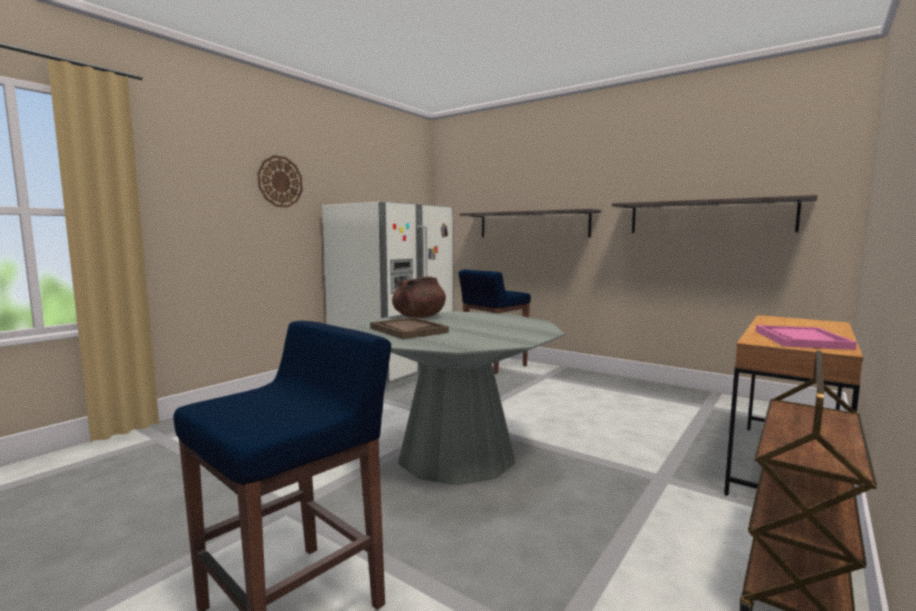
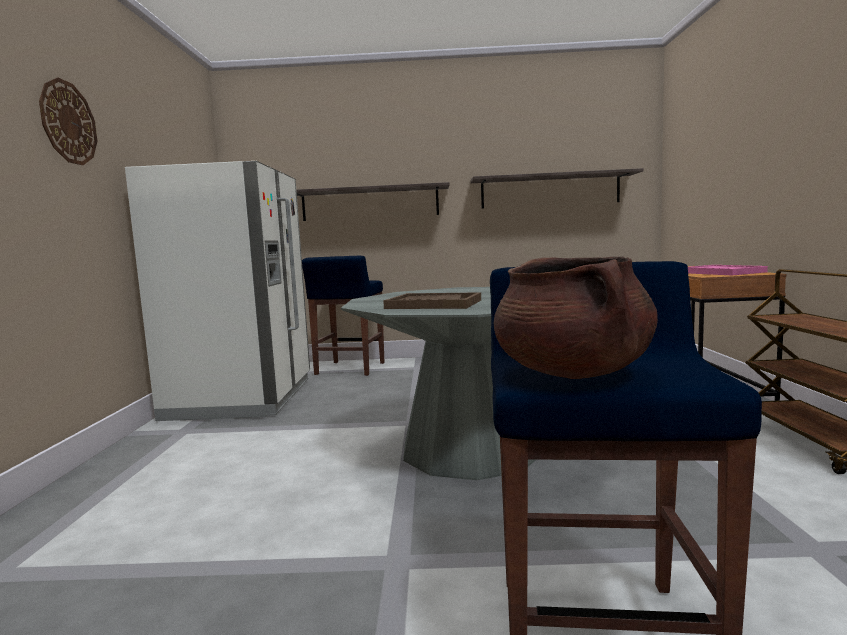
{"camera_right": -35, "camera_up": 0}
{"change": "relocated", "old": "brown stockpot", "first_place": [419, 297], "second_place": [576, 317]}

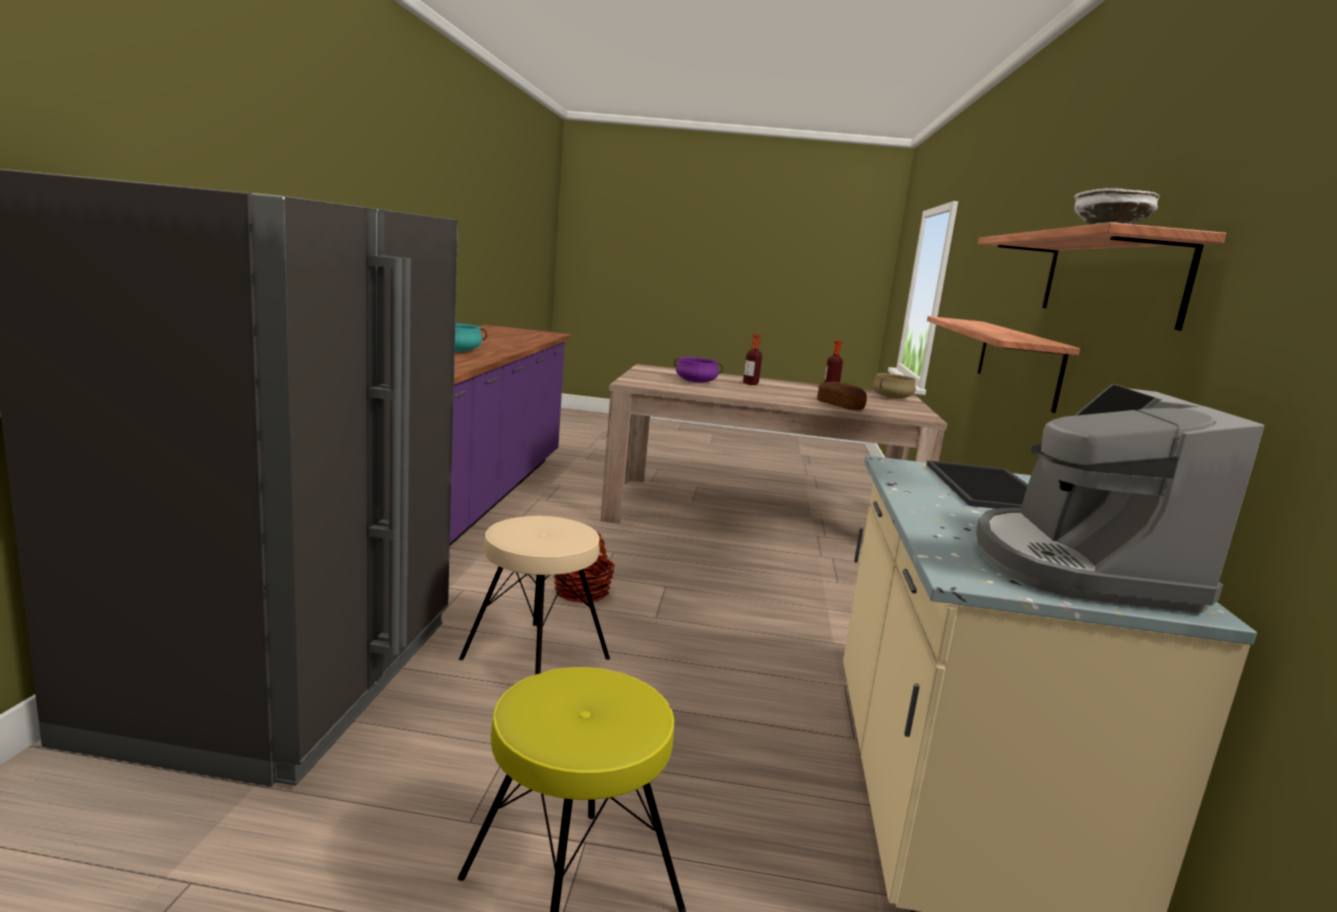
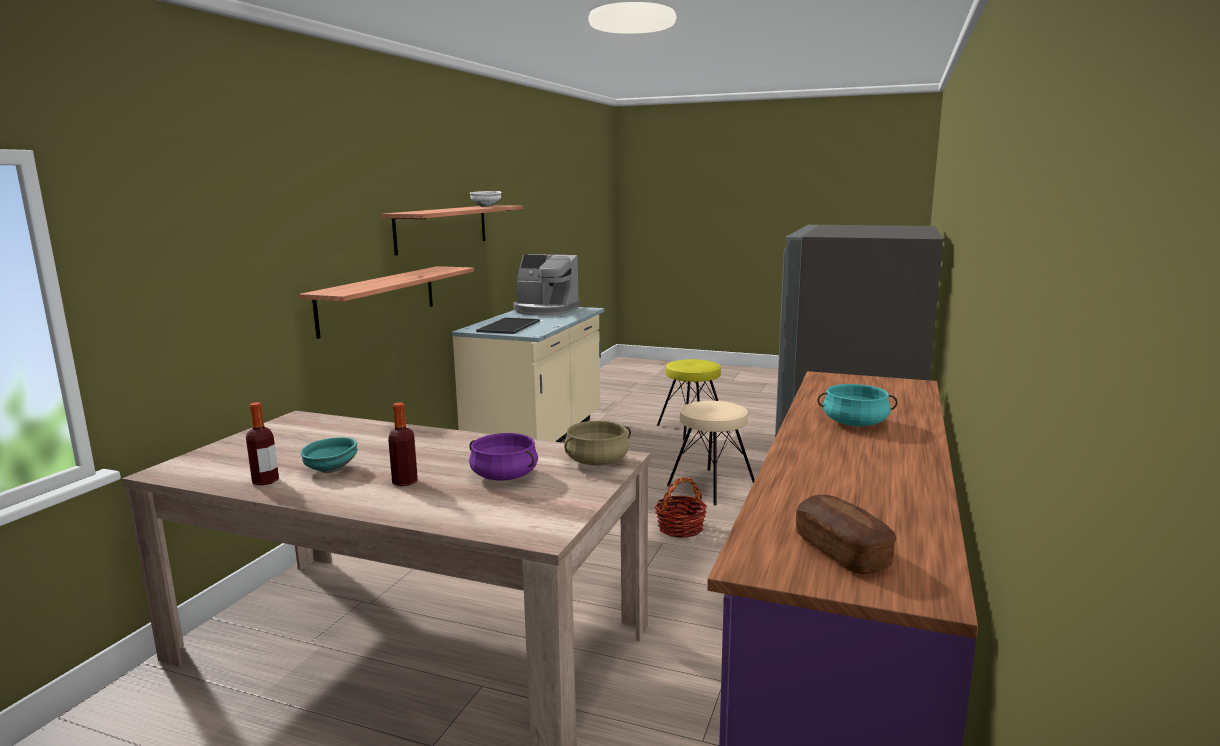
{"camera_right": -165, "camera_up": 0}
{"change": "appeared", "new": "turquoise serving bowl", "second_place": [328, 455]}
{"change": "relocated", "old": "bakery bread", "first_place": [842, 396], "second_place": [846, 534]}
{"change": "relocated", "old": "beige stockpot", "first_place": [894, 386], "second_place": [597, 443]}
{"change": "spun", "old": "coffee brewer", "first_place": [1120, 498], "second_place": [546, 285], "degrees": 90}

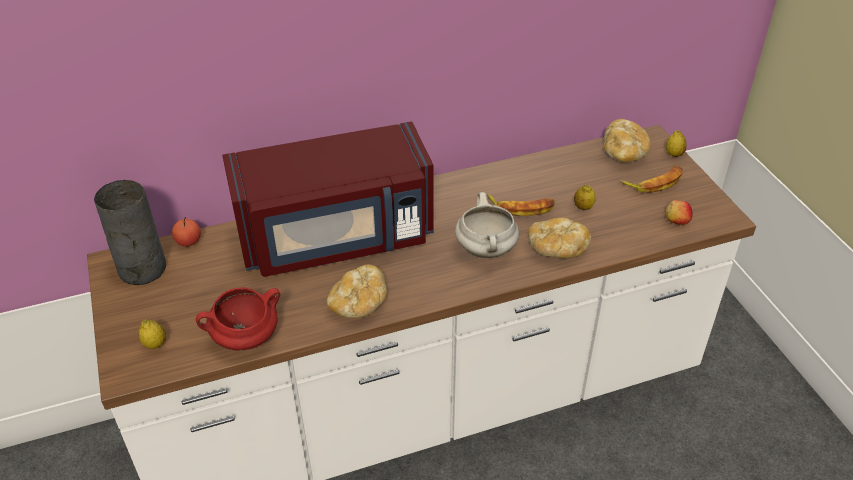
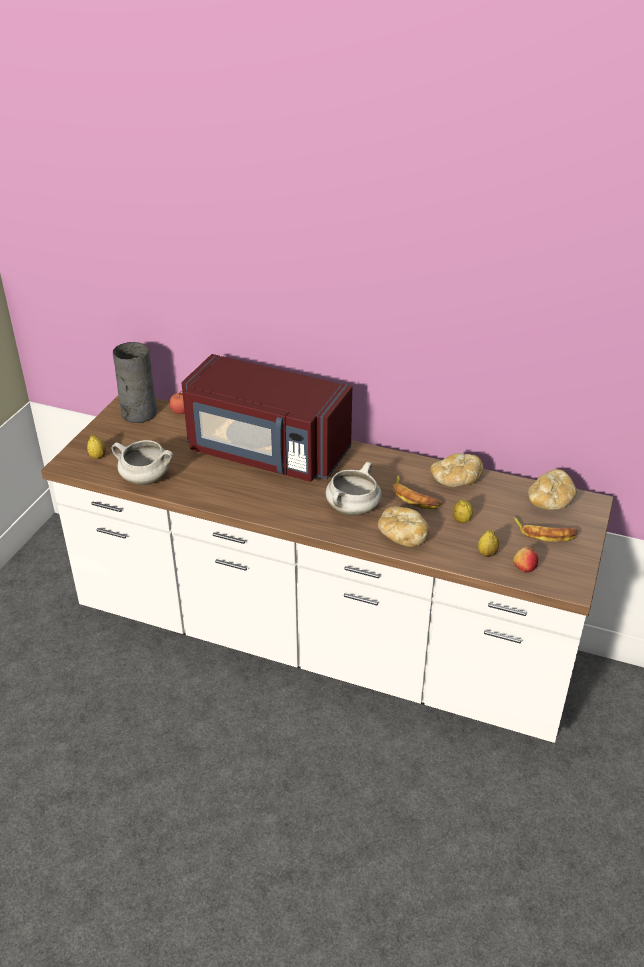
{"camera_right": 40, "camera_up": -5}
{"change": "relocated", "old": "bakery bread", "first_place": [357, 291], "second_place": [456, 470]}
{"change": "relocated", "old": "lemon", "first_place": [676, 143], "second_place": [488, 543]}
{"change": "colour", "old": "reddish stockpot", "new": "white-coloured stockpot", "first_place": [238, 318], "second_place": [142, 462]}

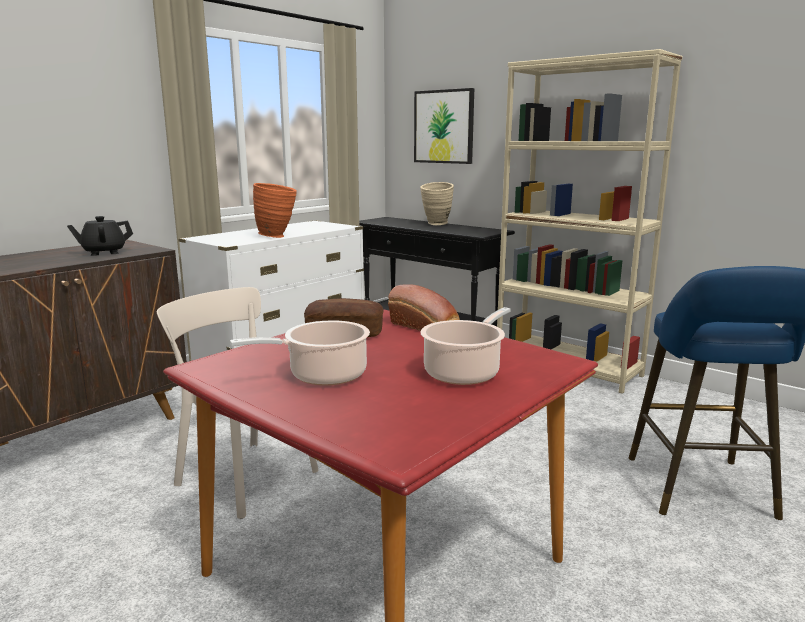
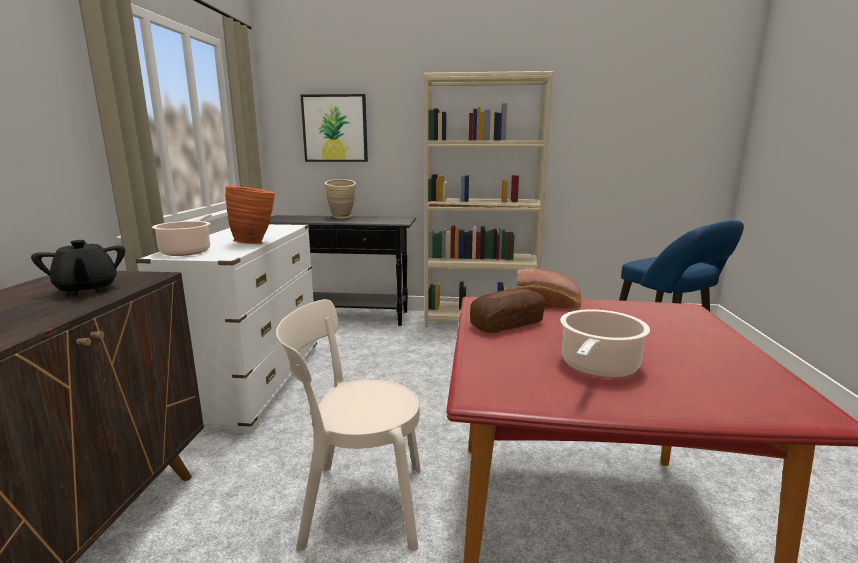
{"camera_right": -35, "camera_up": 0}
{"change": "relocated", "old": "stockpot", "first_place": [465, 346], "second_place": [182, 235]}
{"change": "spun", "old": "blackish pot for tea", "first_place": [100, 236], "second_place": [78, 268], "degrees": -60}

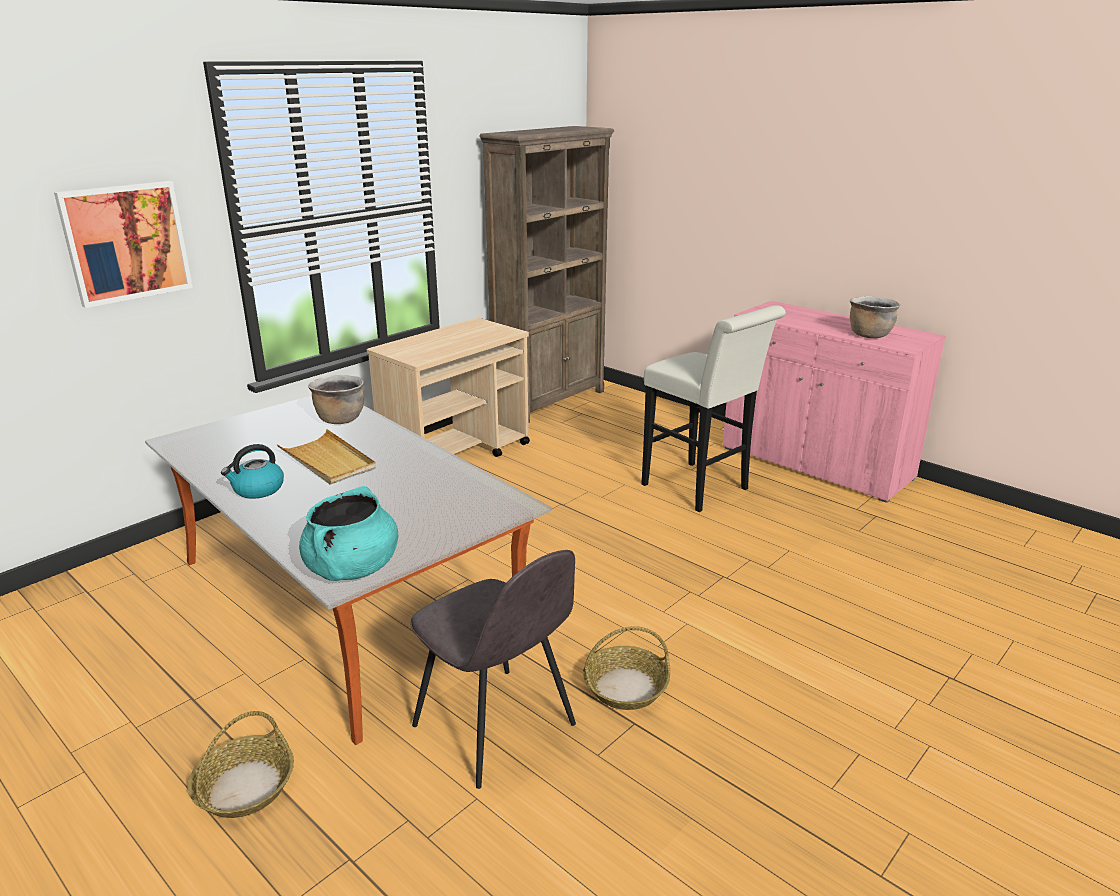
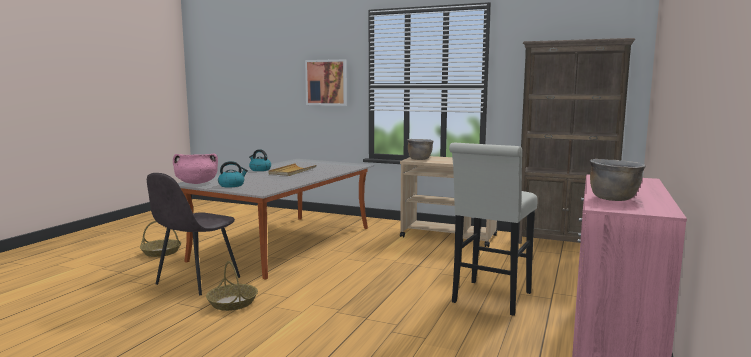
{"camera_right": 70, "camera_up": -15}
{"change": "appeared", "new": "kettle", "second_place": [233, 174]}
{"change": "relocated", "old": "brown stockpot", "first_place": [336, 399], "second_place": [420, 149]}
{"change": "colour", "old": "turquoise stockpot", "new": "pink-coloured stockpot", "first_place": [348, 533], "second_place": [195, 169]}

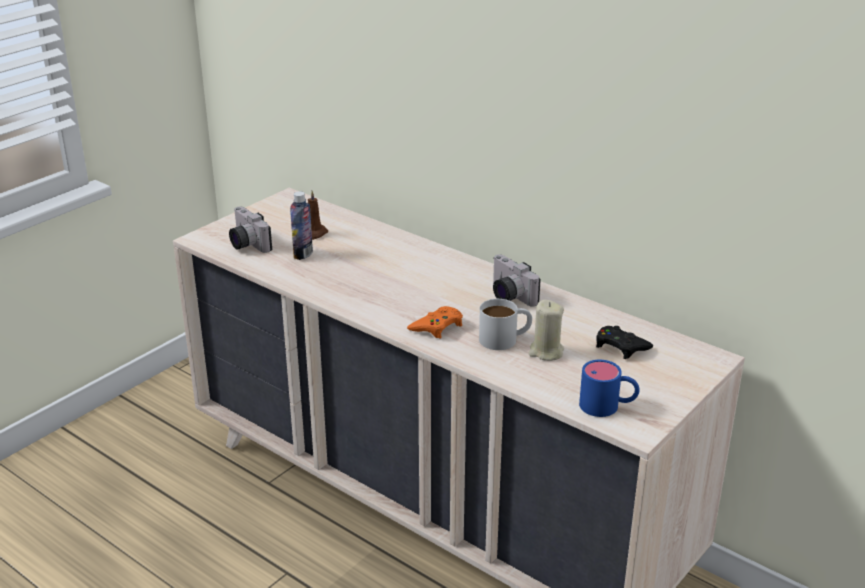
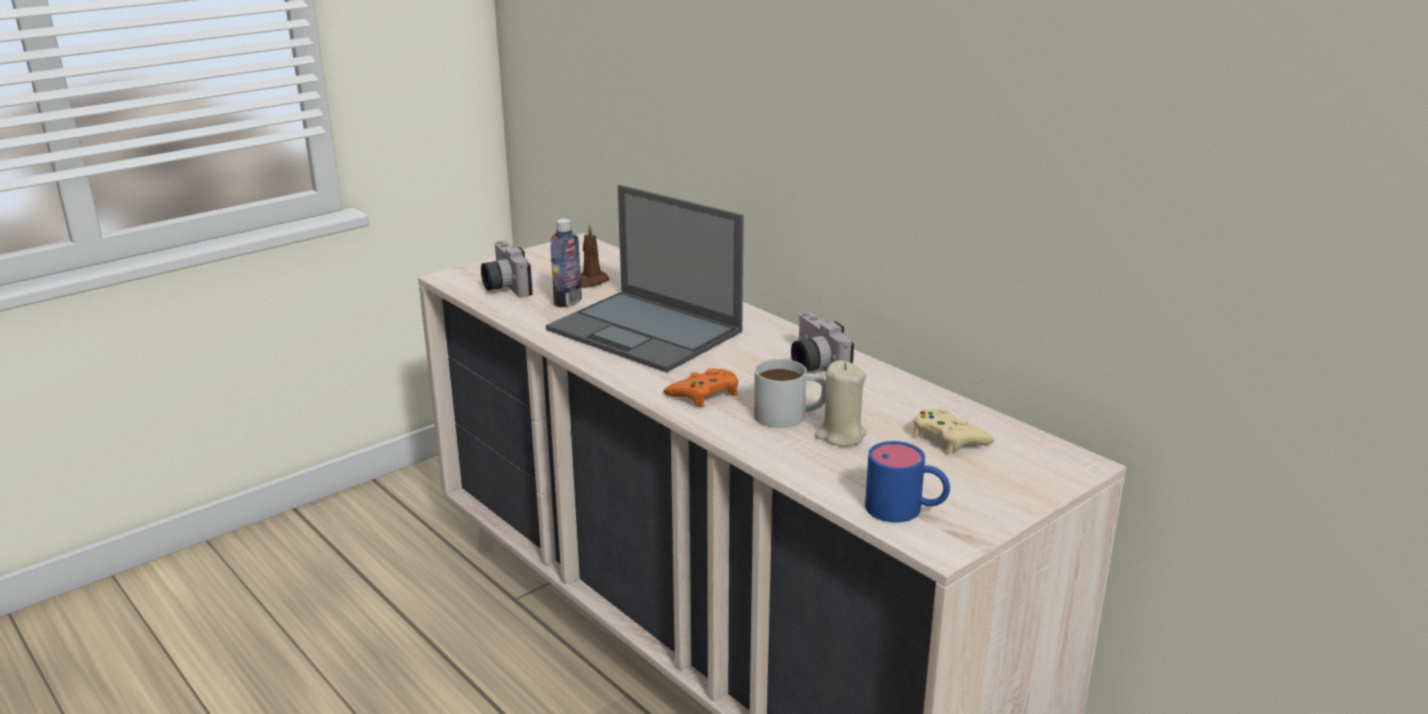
{"camera_right": 10, "camera_up": -5}
{"change": "appeared", "new": "portable computer", "second_place": [645, 278]}
{"change": "colour", "old": "blackish game controller", "new": "beige game controller", "first_place": [624, 342], "second_place": [953, 430]}

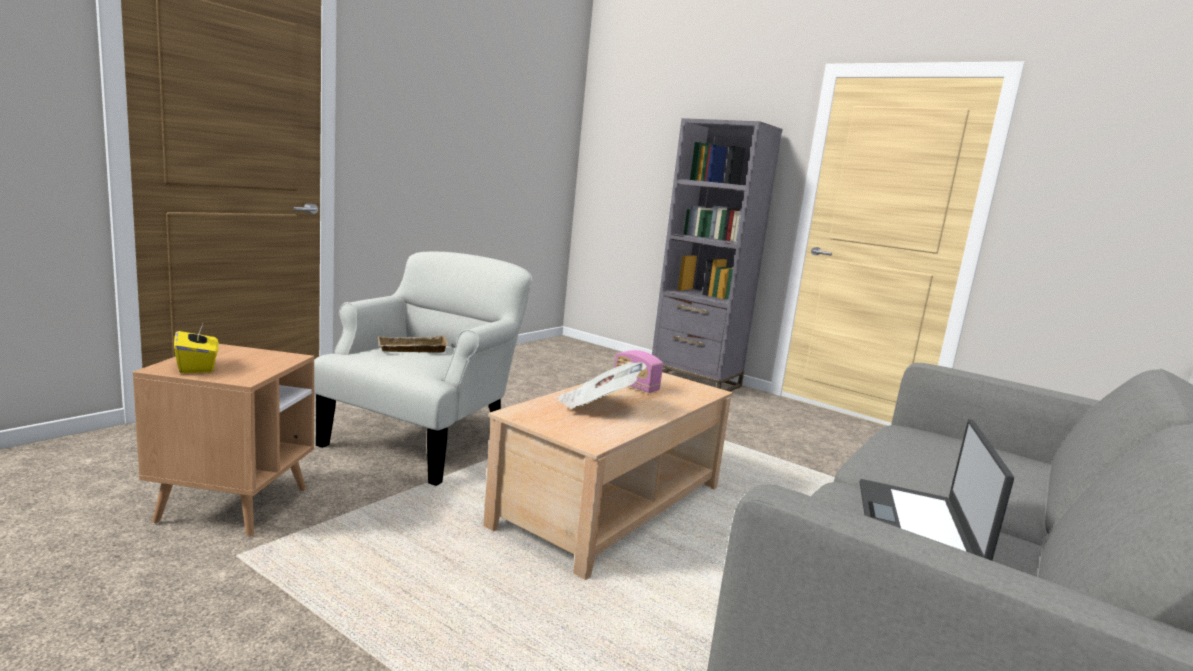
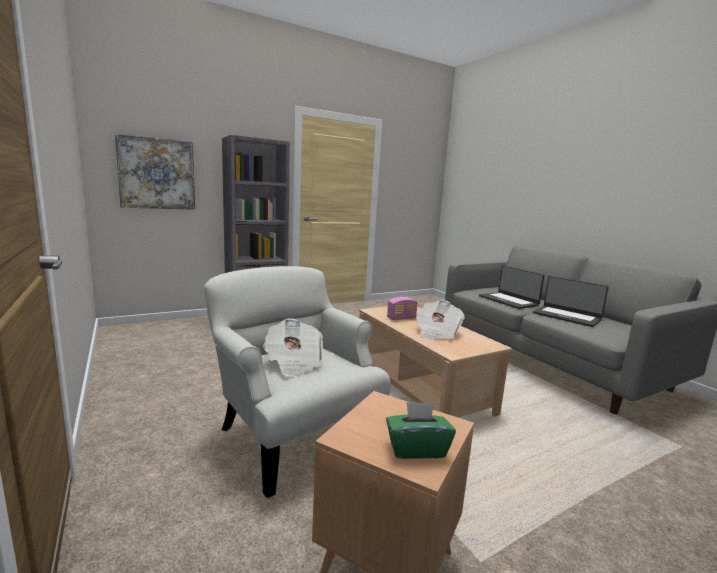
{"camera_right": -65, "camera_up": 0}
{"change": "appeared", "new": "picture", "second_place": [155, 172]}
{"change": "appeared", "new": "portable computer", "second_place": [512, 287]}
{"change": "exchanged", "old": "beige serving tray", "new": "daily paper", "first_place": [413, 344], "second_place": [293, 347]}
{"change": "colour", "old": "yellow tissue box", "new": "green-coloured tissue box", "first_place": [196, 348], "second_place": [421, 430]}

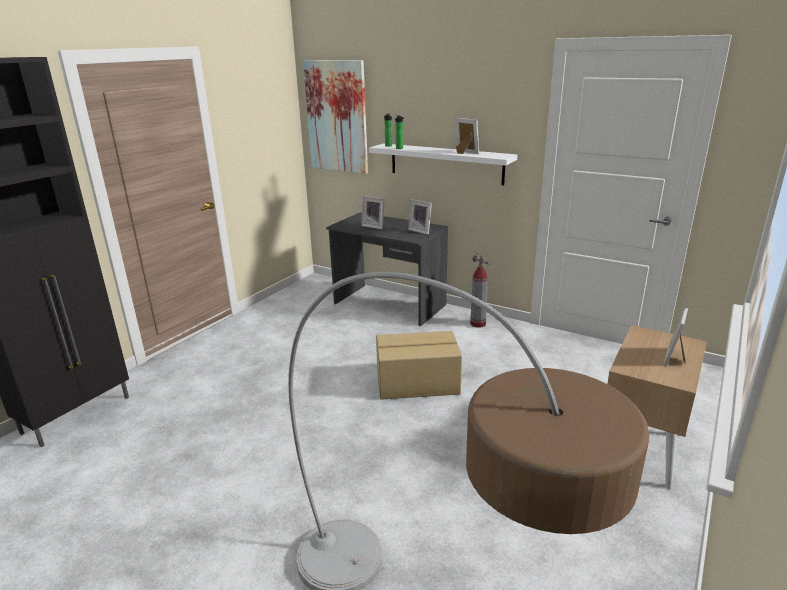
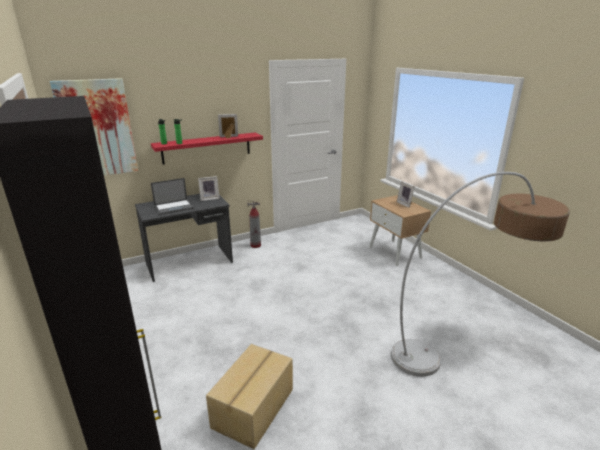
{"camera_right": -60, "camera_up": 0}
{"change": "relocated", "old": "packing box", "first_place": [419, 365], "second_place": [249, 396]}
{"change": "exchanged", "old": "standing frame", "new": "portable computer", "first_place": [372, 212], "second_place": [172, 196]}
{"change": "colour", "old": "white-coloured bracket shelf", "new": "reddish bracket shelf", "first_place": [443, 164], "second_place": [207, 148]}

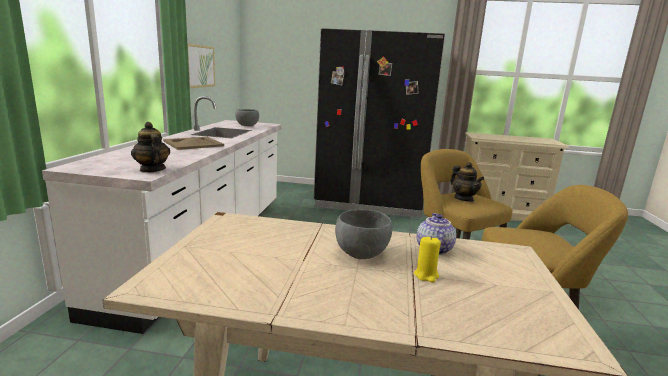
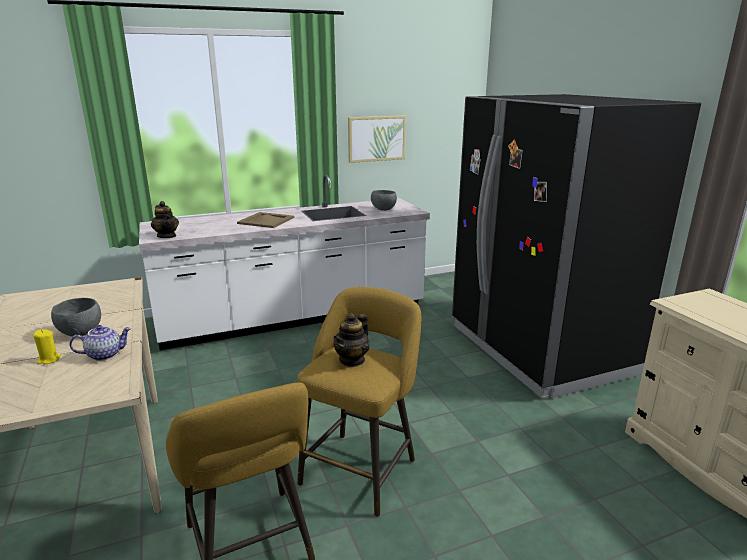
{"camera_right": 60, "camera_up": 5}
{"change": "spun", "old": "pot for tea", "first_place": [150, 147], "second_place": [165, 219], "degrees": 120}

